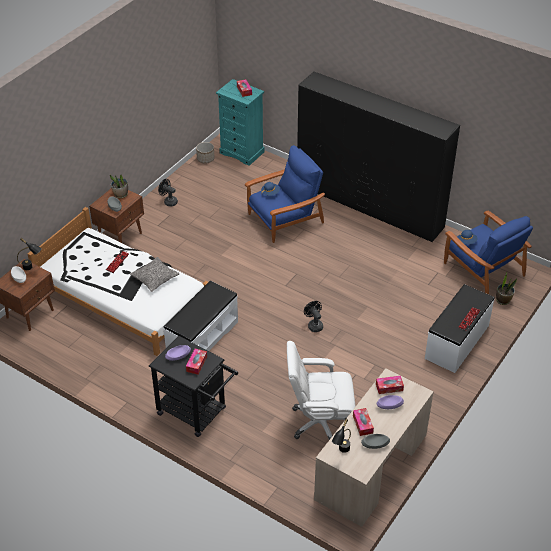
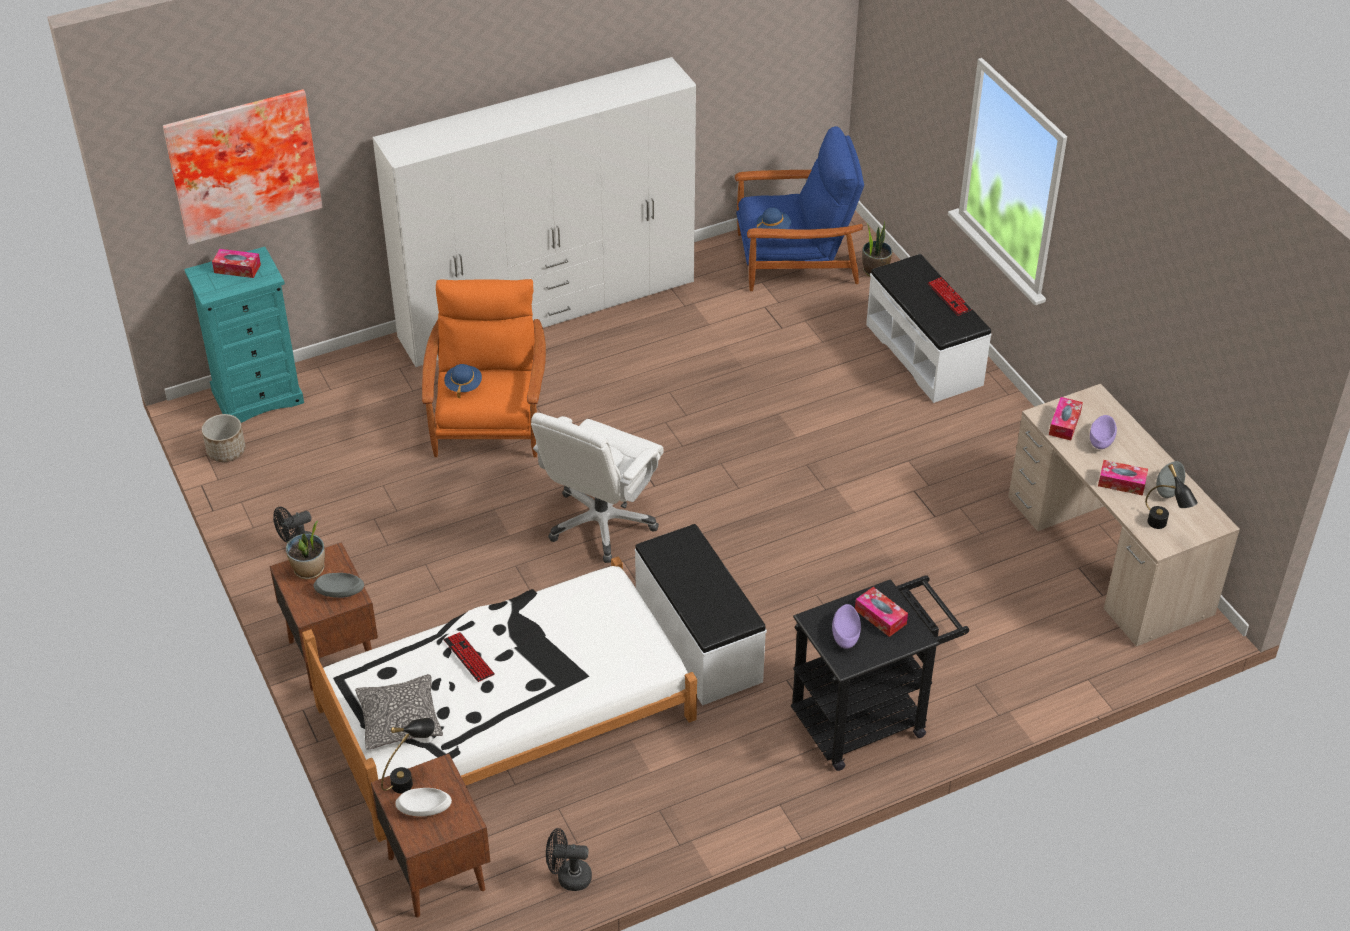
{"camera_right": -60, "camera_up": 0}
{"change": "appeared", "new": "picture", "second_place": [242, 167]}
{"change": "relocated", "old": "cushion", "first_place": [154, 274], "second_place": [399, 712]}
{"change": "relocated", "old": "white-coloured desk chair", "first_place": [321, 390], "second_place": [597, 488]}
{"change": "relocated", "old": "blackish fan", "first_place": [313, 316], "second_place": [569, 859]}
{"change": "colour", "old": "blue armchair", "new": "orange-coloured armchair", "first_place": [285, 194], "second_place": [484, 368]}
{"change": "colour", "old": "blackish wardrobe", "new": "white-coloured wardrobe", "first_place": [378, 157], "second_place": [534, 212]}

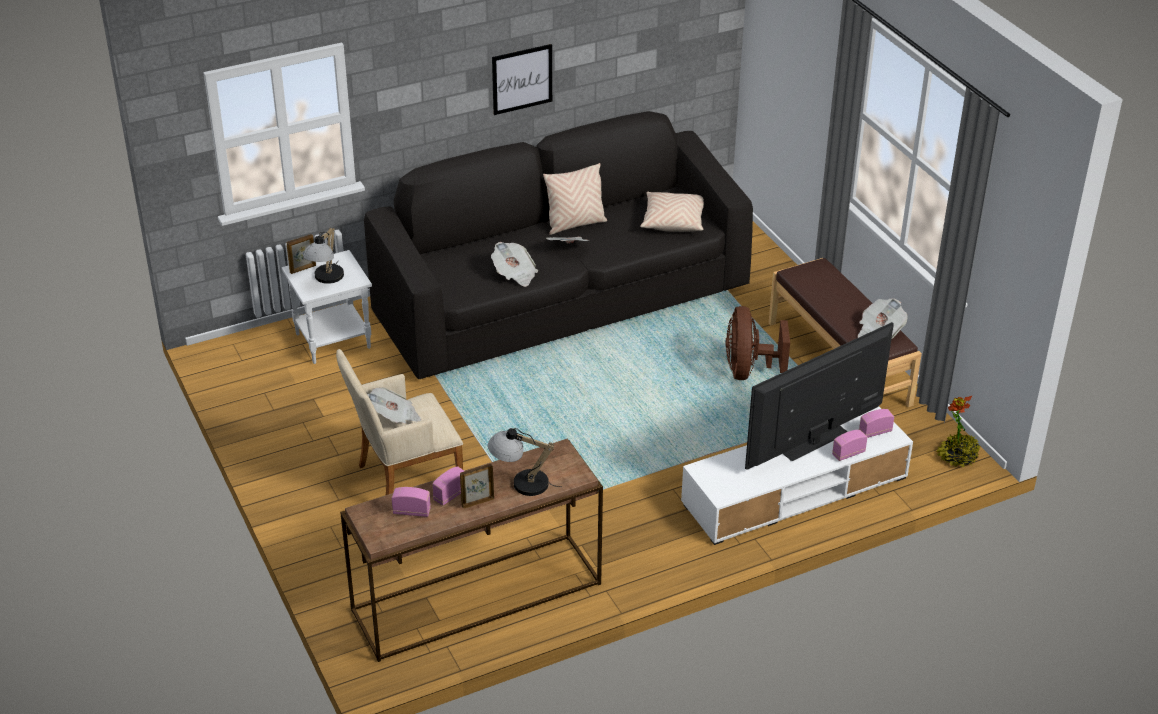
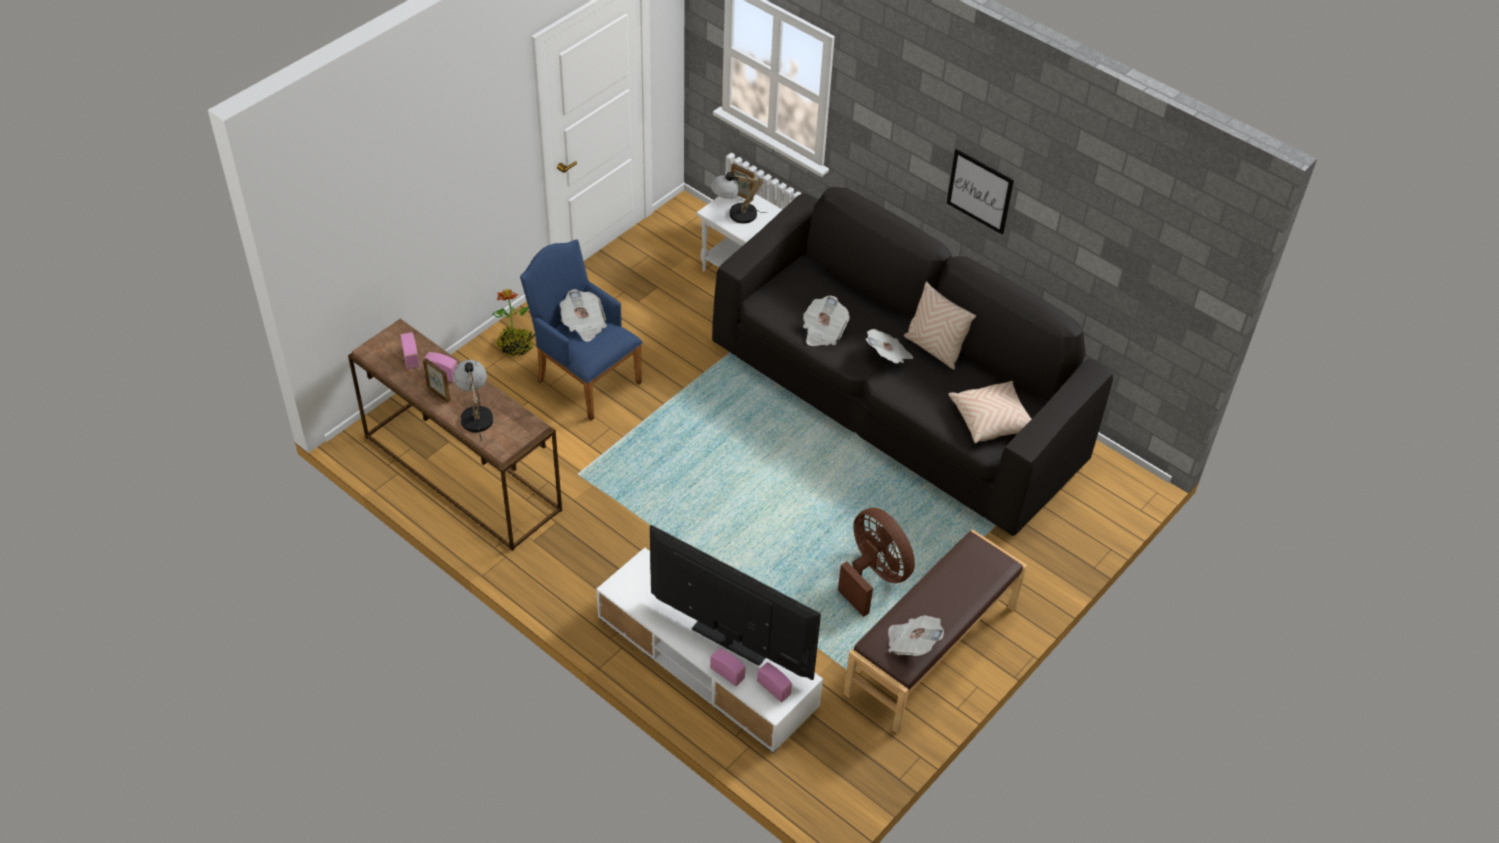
{"camera_right": 65, "camera_up": 10}
{"change": "relocated", "old": "houseplant", "first_place": [958, 431], "second_place": [513, 323]}
{"change": "colour", "old": "beige armchair", "new": "blue armchair", "first_place": [399, 422], "second_place": [581, 330]}
{"change": "spun", "old": "brown fan", "first_place": [757, 343], "second_place": [876, 562], "degrees": 75}

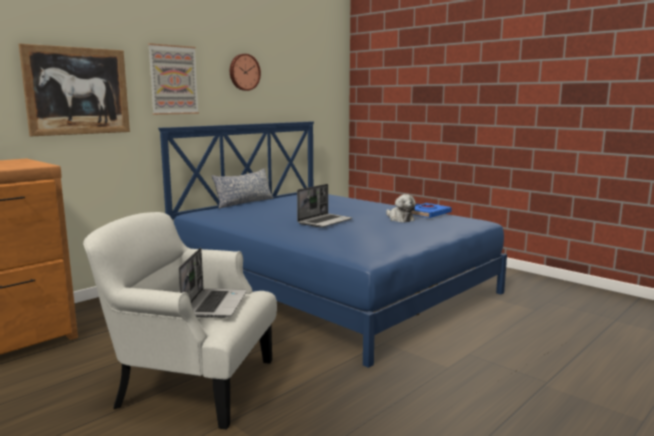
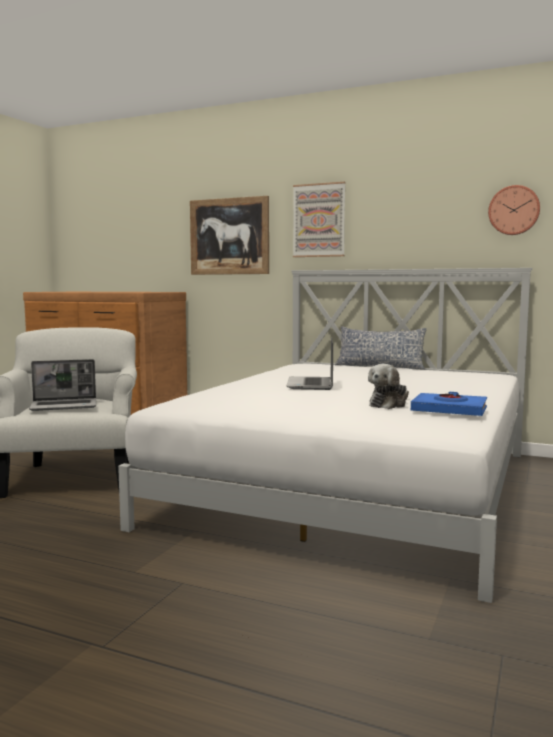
{"camera_right": 70, "camera_up": -5}
{"change": "relocated", "old": "wall clock", "first_place": [245, 72], "second_place": [514, 210]}
{"change": "colour", "old": "blue bedroom bed", "new": "white-coloured bedroom bed", "first_place": [332, 244], "second_place": [325, 435]}
{"change": "spun", "old": "portable computer", "first_place": [324, 206], "second_place": [309, 363], "degrees": 75}

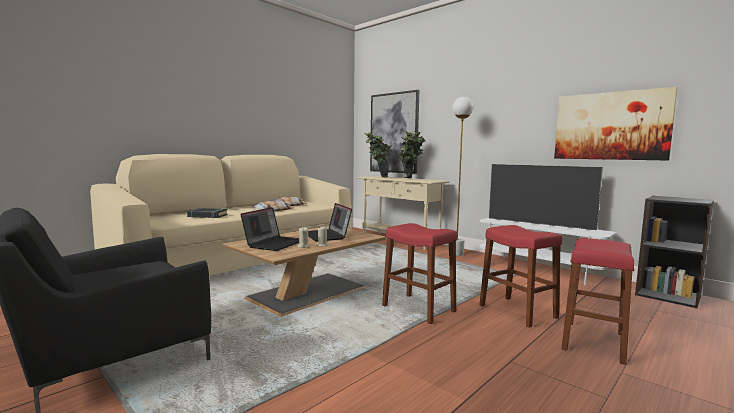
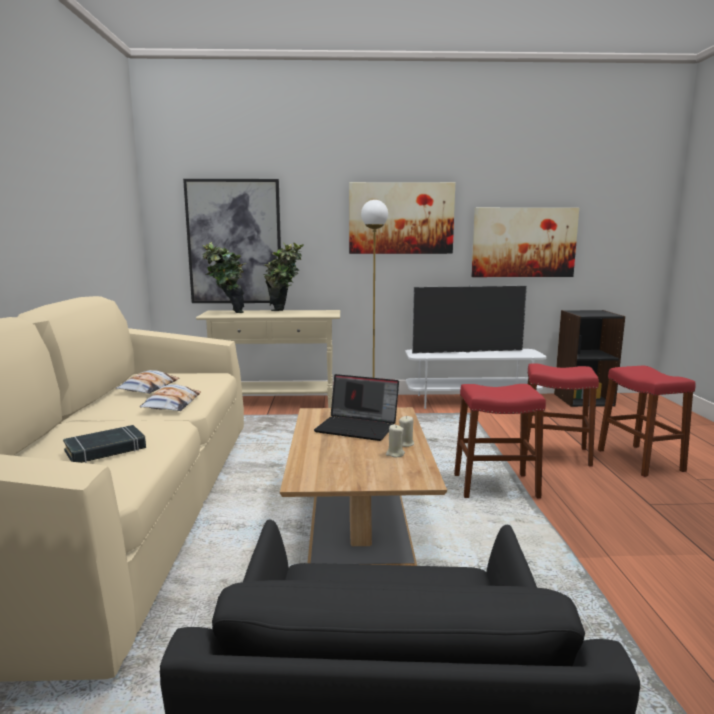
{"camera_right": -45, "camera_up": 5}
{"change": "missing", "old": "portable computer", "first_place": [269, 229]}
{"change": "appeared", "new": "picture", "second_place": [402, 218]}

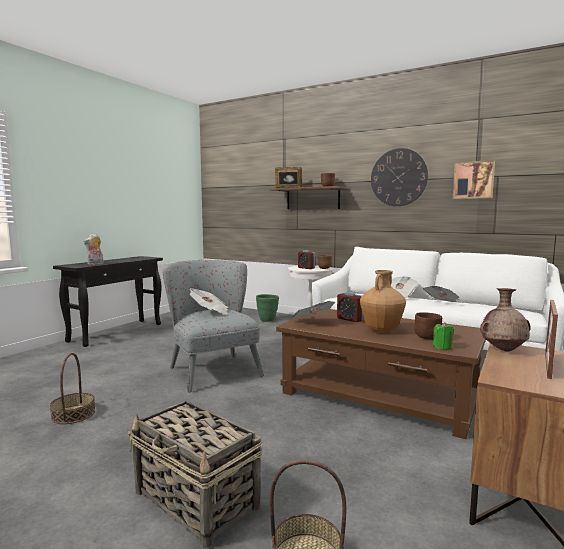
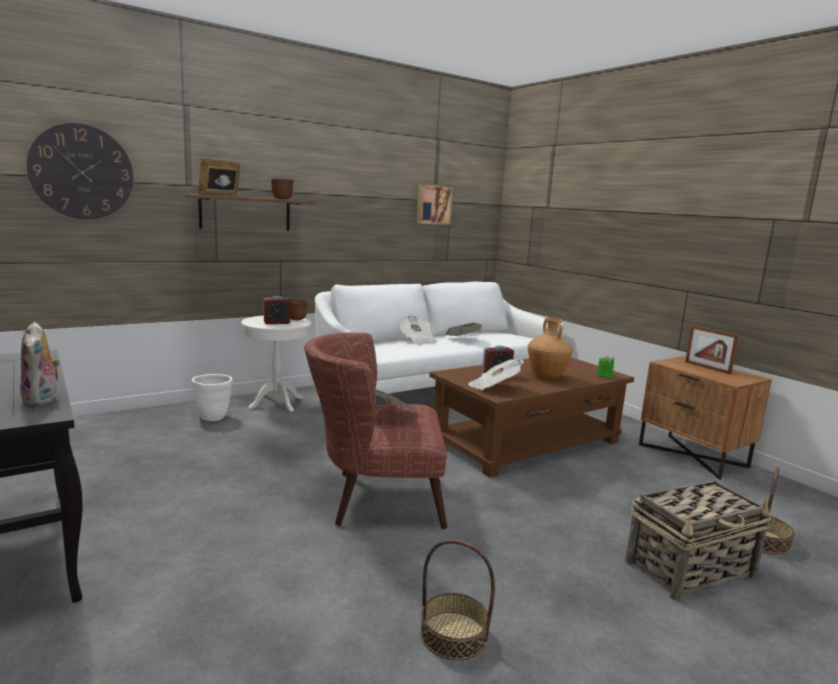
{"camera_right": -65, "camera_up": 5}
{"change": "missing", "old": "brown serving bowl", "first_place": [428, 326]}
{"change": "missing", "old": "brown flower vase", "first_place": [505, 320]}
{"change": "relocated", "old": "wall clock", "first_place": [399, 177], "second_place": [80, 171]}
{"change": "colour", "old": "greyish armchair", "new": "brown armchair", "first_place": [213, 326], "second_place": [375, 431]}
{"change": "colour", "old": "green-coloured flower pot", "new": "white-coloured flower pot", "first_place": [267, 308], "second_place": [212, 397]}

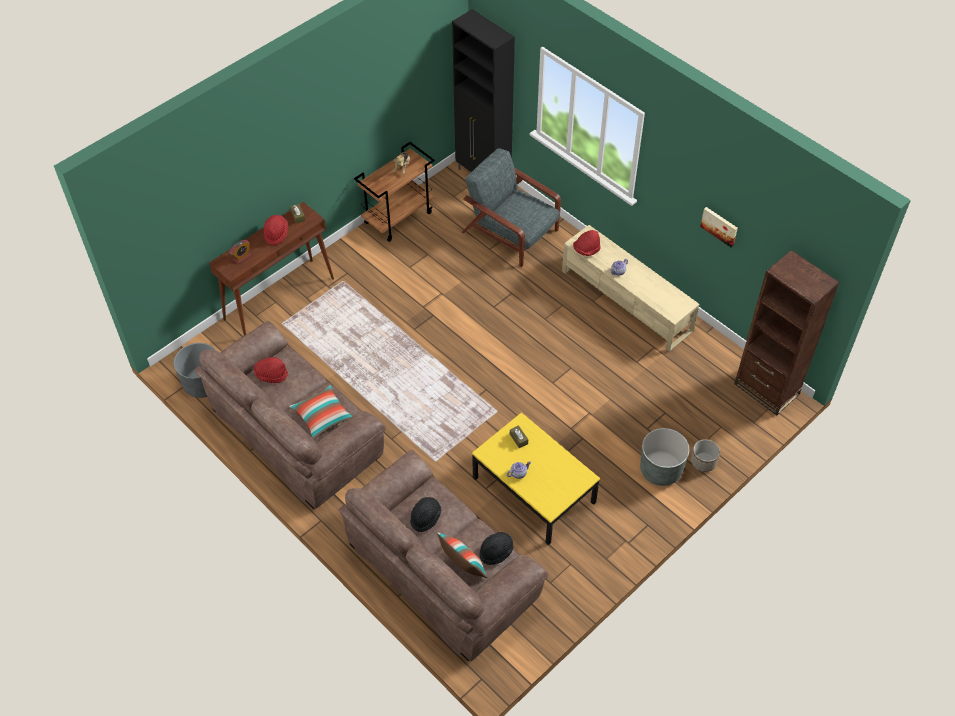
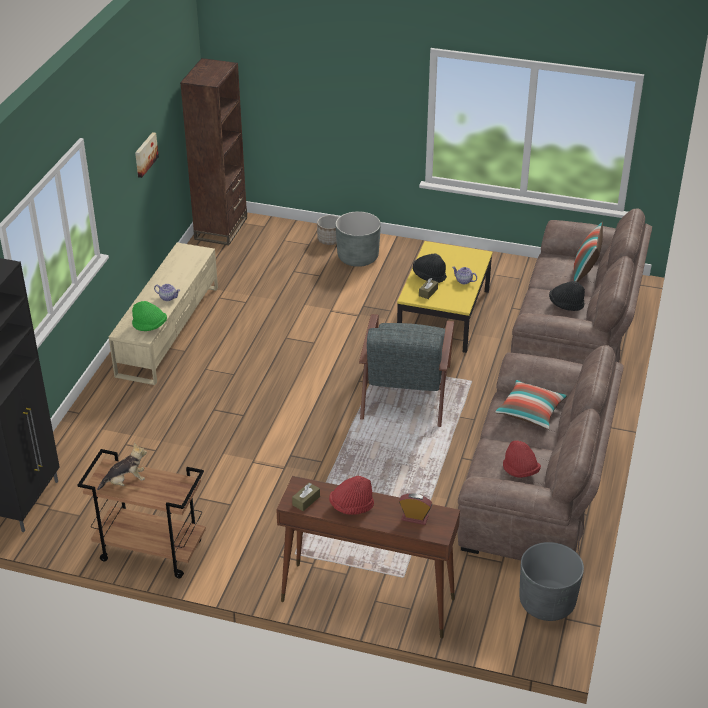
{"camera_right": -120, "camera_up": -15}
{"change": "relocated", "old": "greyish armchair", "first_place": [511, 207], "second_place": [406, 370]}
{"change": "relocated", "old": "blackish clothing hat", "first_place": [496, 548], "second_place": [430, 268]}
{"change": "colour", "old": "reddish clothing hat", "new": "green-coloured clothing hat", "first_place": [587, 243], "second_place": [149, 316]}

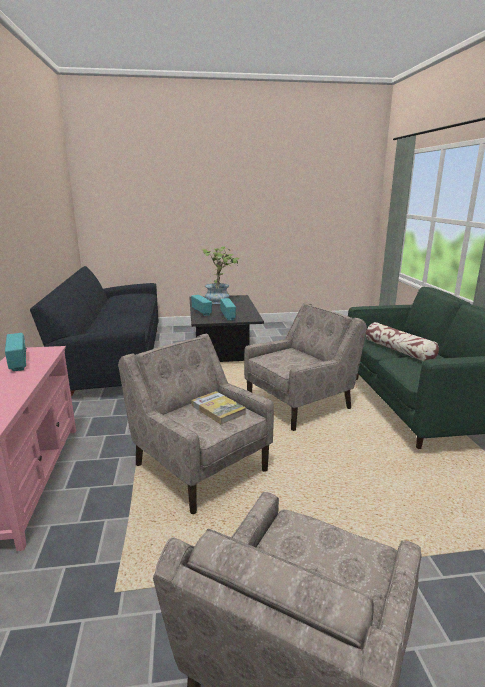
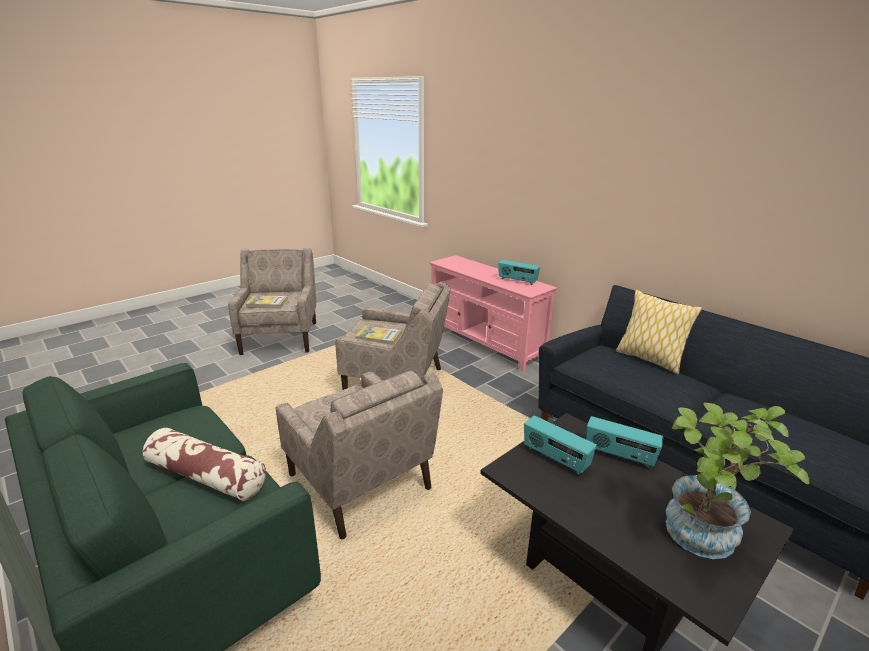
{"camera_right": 145, "camera_up": 5}
{"change": "appeared", "new": "bound book", "second_place": [267, 302]}
{"change": "appeared", "new": "cushion", "second_place": [659, 332]}
{"change": "spun", "old": "beige armchair", "first_place": [305, 366], "second_place": [359, 454], "degrees": -60}

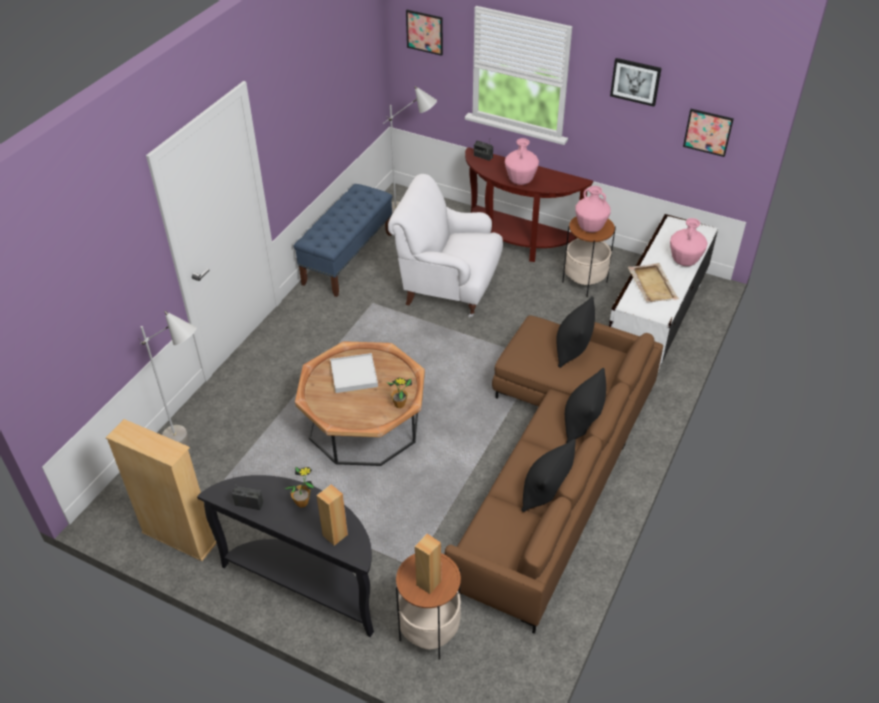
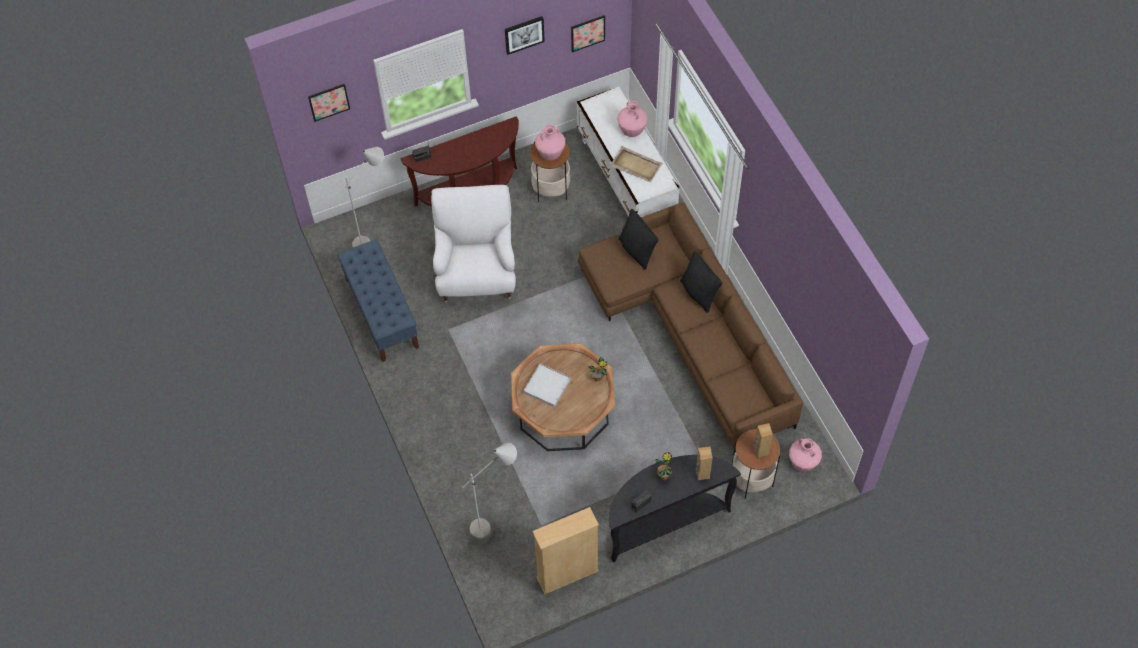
{"camera_right": -50, "camera_up": 15}
{"change": "missing", "old": "blackish cushion", "first_place": [548, 475]}
{"change": "relocated", "old": "pink-coloured flower vase", "first_place": [522, 161], "second_place": [805, 455]}
{"change": "spun", "old": "white-coloured armchair", "first_place": [445, 245], "second_place": [473, 243], "degrees": 120}

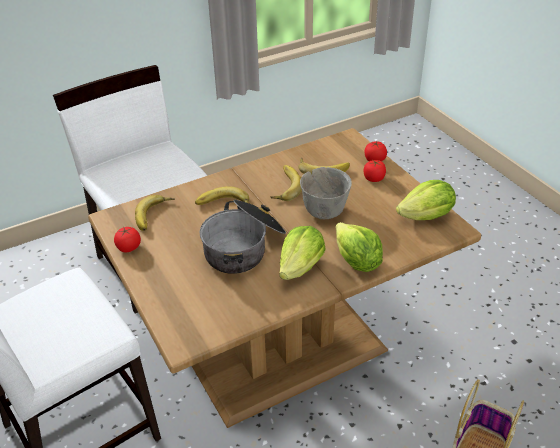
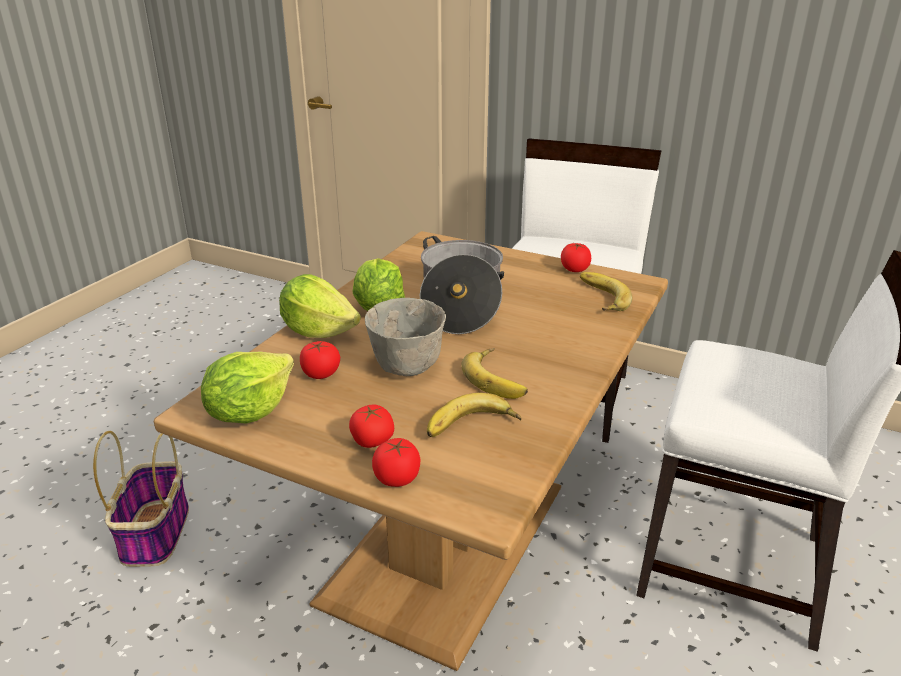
{"camera_right": 145, "camera_up": -10}
{"change": "missing", "old": "banana fruit", "first_place": [222, 195]}
{"change": "appeared", "new": "tomato", "second_place": [320, 360]}

